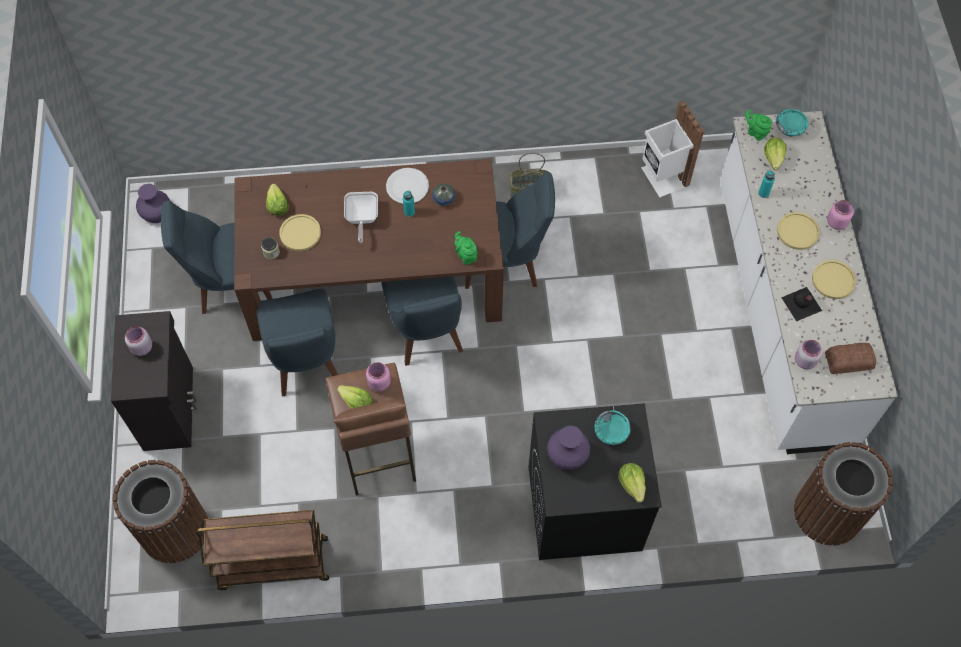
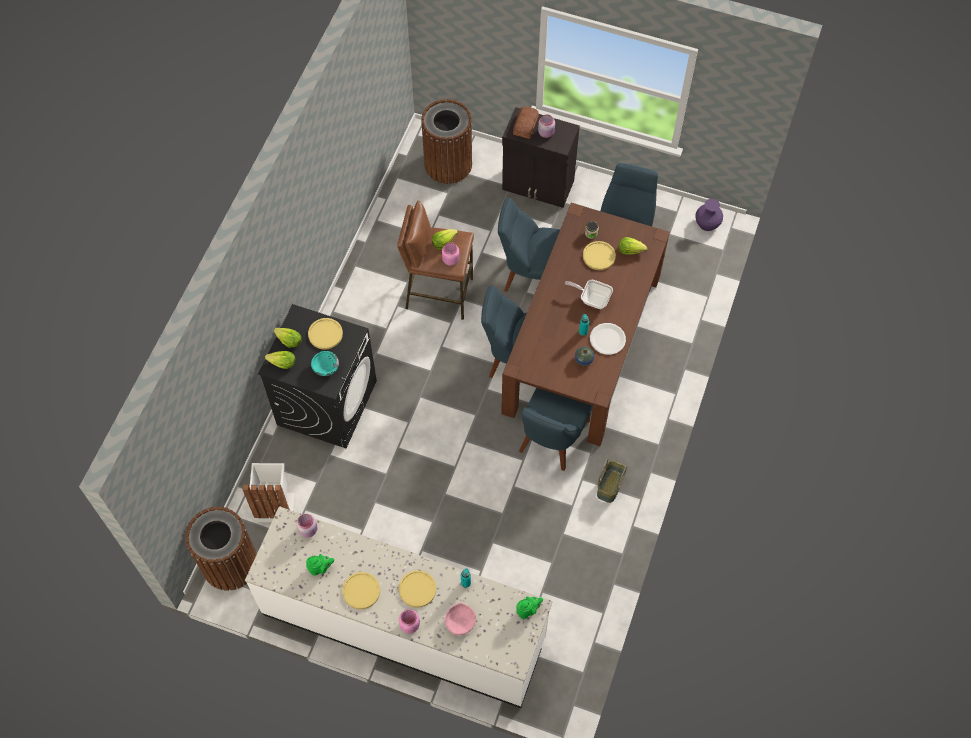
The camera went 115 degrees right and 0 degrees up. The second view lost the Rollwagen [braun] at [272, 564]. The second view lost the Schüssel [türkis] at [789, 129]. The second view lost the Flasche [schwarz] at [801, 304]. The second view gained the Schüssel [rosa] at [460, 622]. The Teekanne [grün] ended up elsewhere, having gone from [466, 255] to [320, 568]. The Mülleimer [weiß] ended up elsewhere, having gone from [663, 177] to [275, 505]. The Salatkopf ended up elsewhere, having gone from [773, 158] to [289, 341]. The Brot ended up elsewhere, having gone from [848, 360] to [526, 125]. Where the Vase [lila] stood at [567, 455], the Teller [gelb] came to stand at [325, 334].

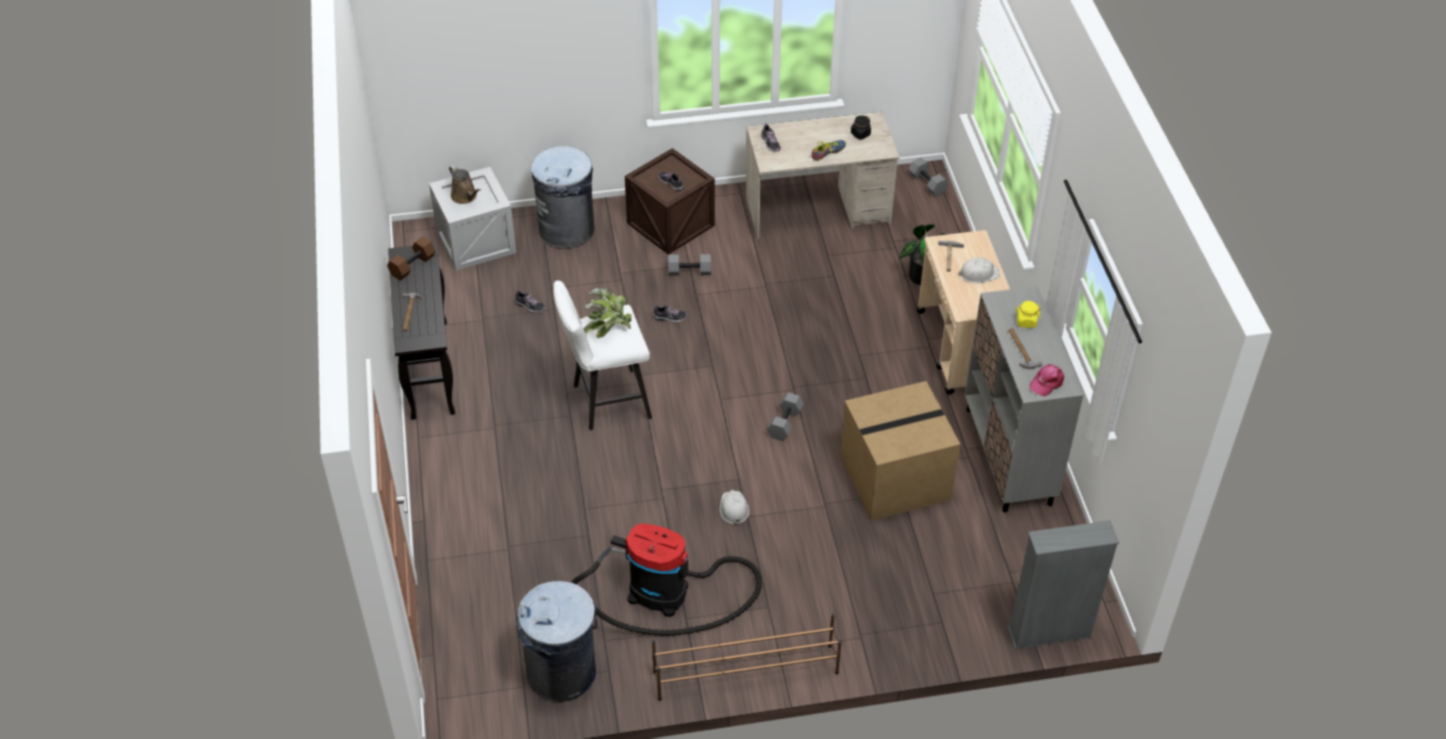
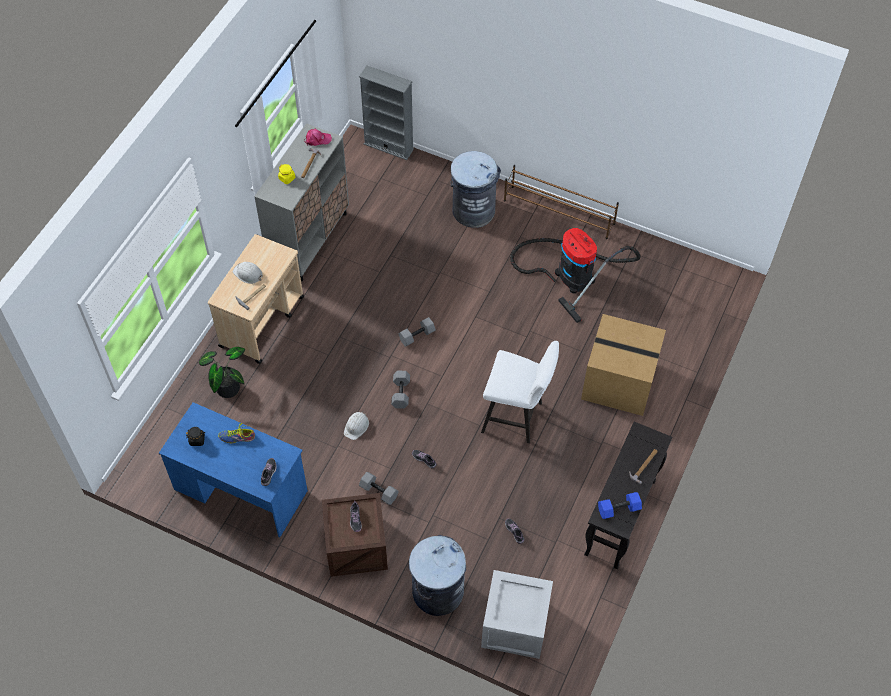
The camera went 145 degrees left and 10 degrees up. The second view lost the Gießkanne [braun] at [465, 197]. The second view lost the Topfpflanze at [607, 328]. The Mülleimer [grau] ended up elsewhere, having gone from [562, 673] to [473, 210]. The Schutzhelm [weiß] ended up elsewhere, having gone from [733, 508] to [356, 426]. The Karton ended up elsewhere, having gone from [896, 476] to [617, 382]. The Hantel [grau] ended up elsewhere, having gone from [928, 183] to [400, 393]. What was the Hantel [braun] at [412, 265] turned into the Hantel [blau] at [618, 510]. What was the Schreibtisch [beige] at [818, 211] turned into the Schreibtisch [blau] at [241, 490].

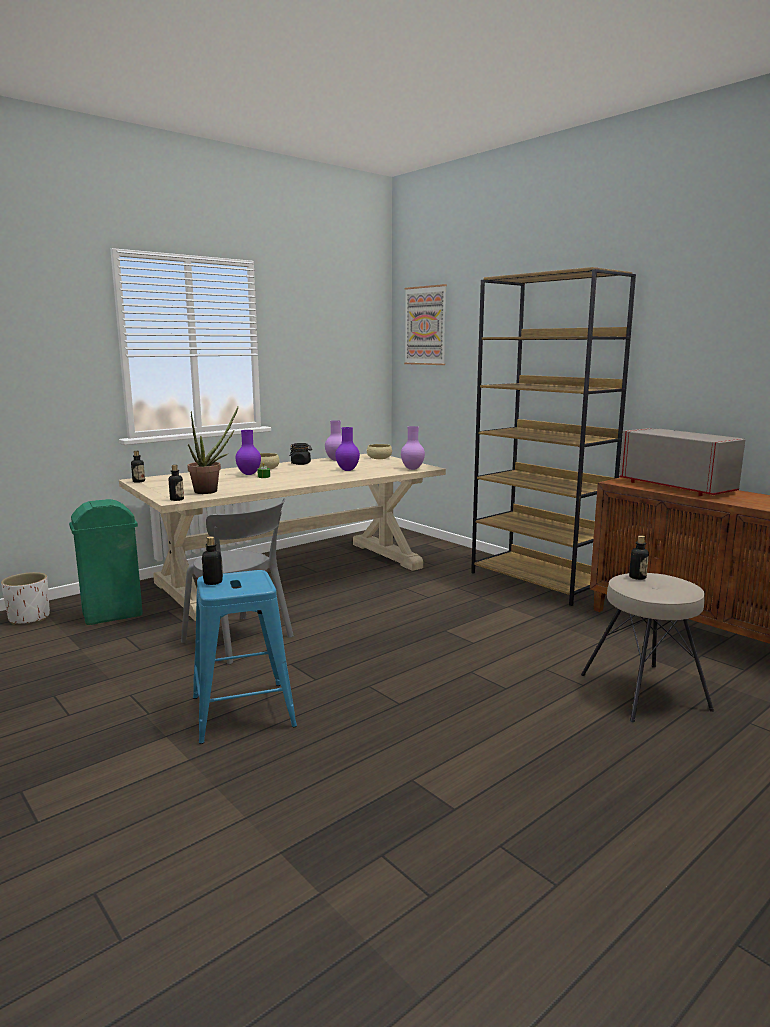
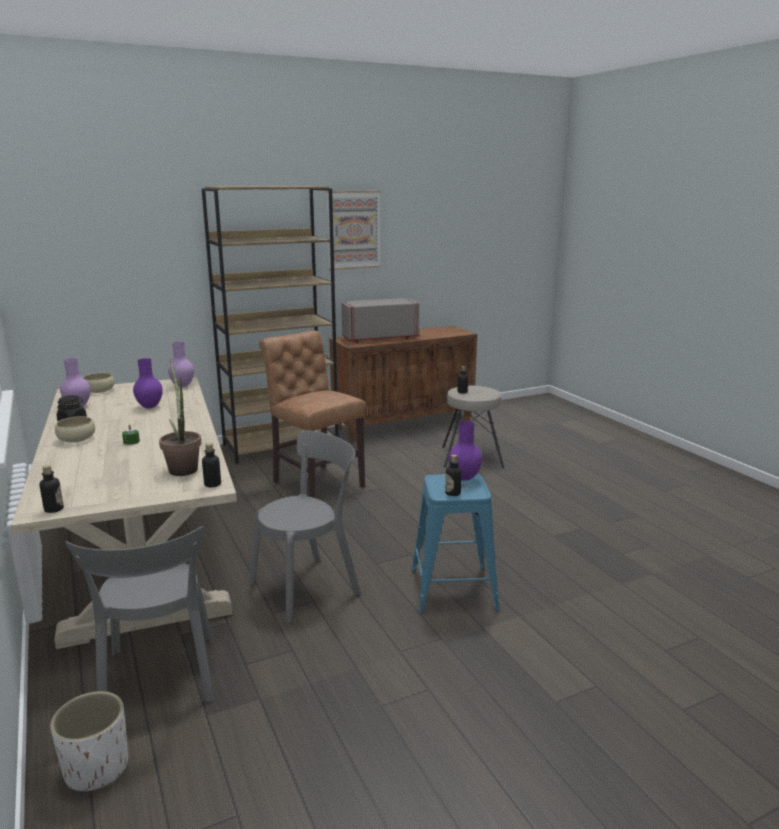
The camera went 75 degrees left and 5 degrees up. The second view gained the Stuhl [braun] at [315, 483]. The Vase [lila] ended up elsewhere, having gone from [249, 474] to [464, 478]. The Bild ended up elsewhere, having gone from [425, 325] to [353, 230]. Where the Mülleimer [grün] stood at [112, 615], the Stuhl [grau] came to stand at [159, 680].

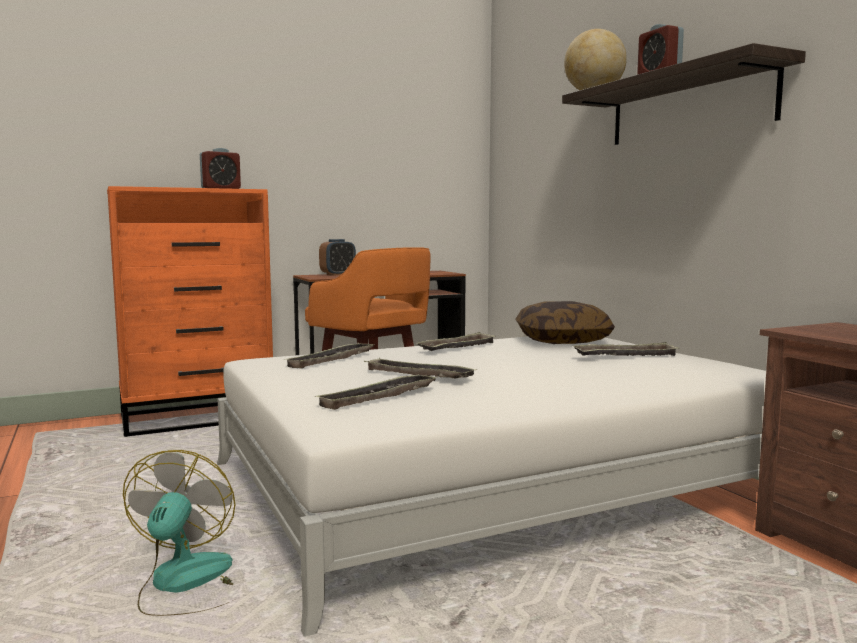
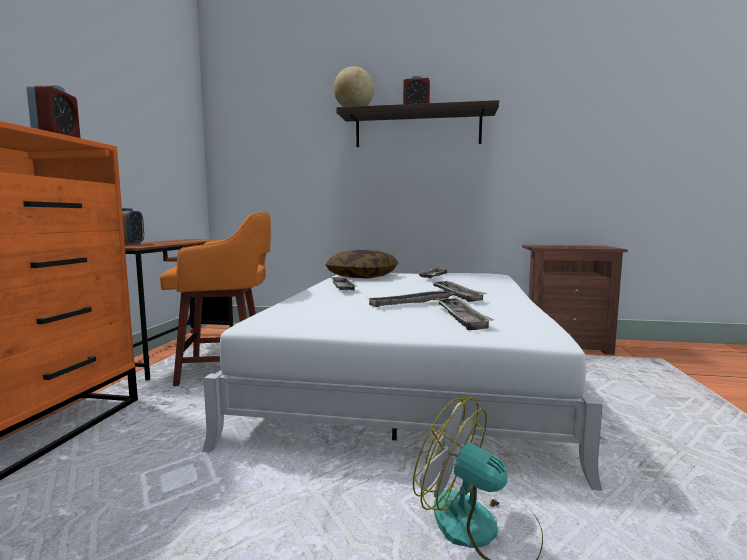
The camera went 55 degrees left and 0 degrees up. The Tablett ended up elsewhere, having gone from [331, 360] to [456, 294].

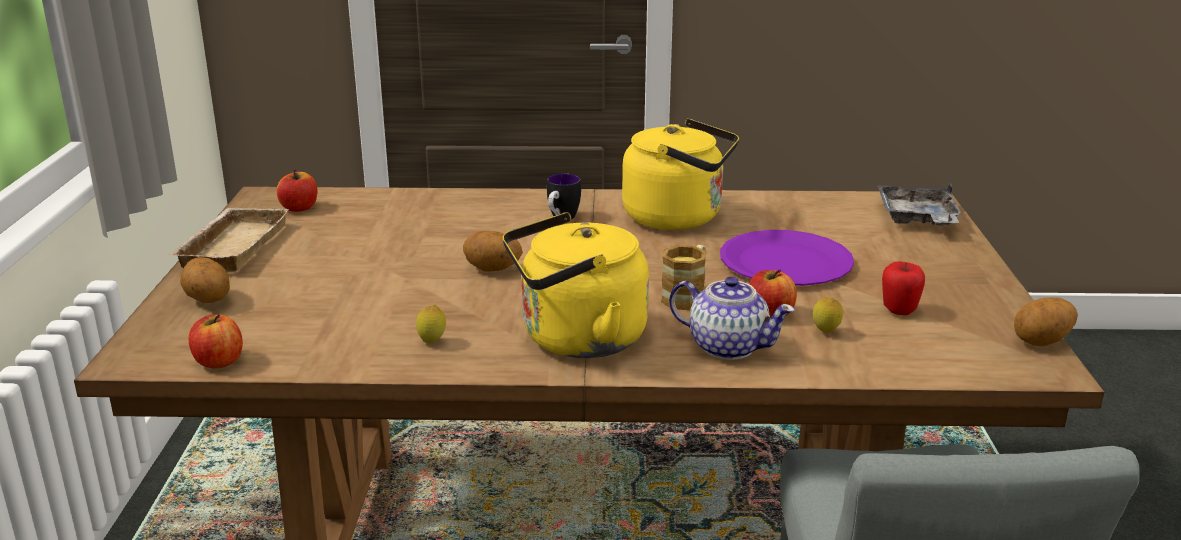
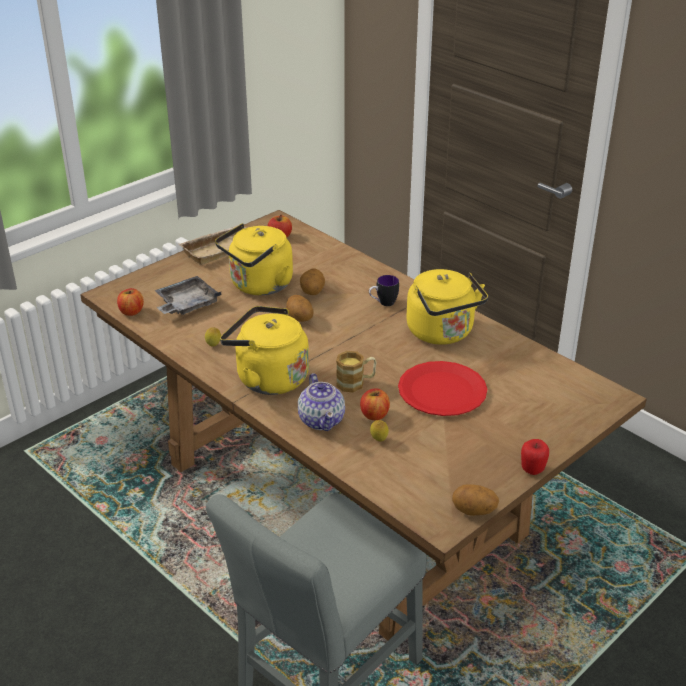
The camera went 45 degrees right and 10 degrees up. The second view gained the Wasserkessel [gelb] at [258, 286]. The Kartoffel ended up elsewhere, having gone from [207, 300] to [312, 292]. The Tablett [grau] ended up elsewhere, having gone from [917, 219] to [186, 304]. The Apfel ended up elsewhere, having gone from [899, 311] to [532, 470]. What was the Teller [lila] at [785, 262] turned into the Teller [rot] at [442, 391].

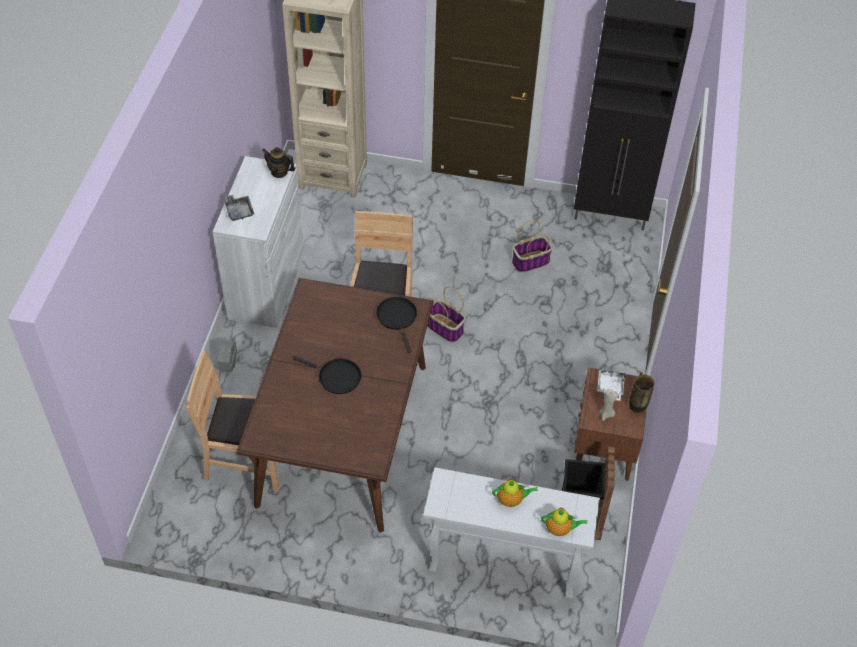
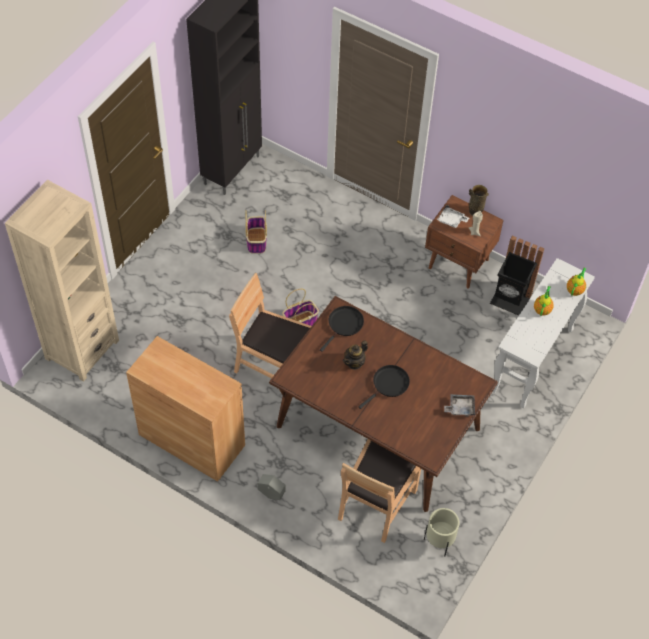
The camera went 70 degrees left and 5 degrees up. The second view gained the Pflanzkübel [beige] at [439, 542]. The Tablett [grau] ended up elsewhere, having gone from [239, 211] to [460, 408]. The Teekanne ended up elsewhere, having gone from [279, 172] to [354, 363]. What was the Schrank [weiß] at [266, 285] turned into the Schrank [braun] at [191, 440]. The Pfanne [schwarz] at [397, 318] ended up facing another way, 120 degrees clockwise from before.

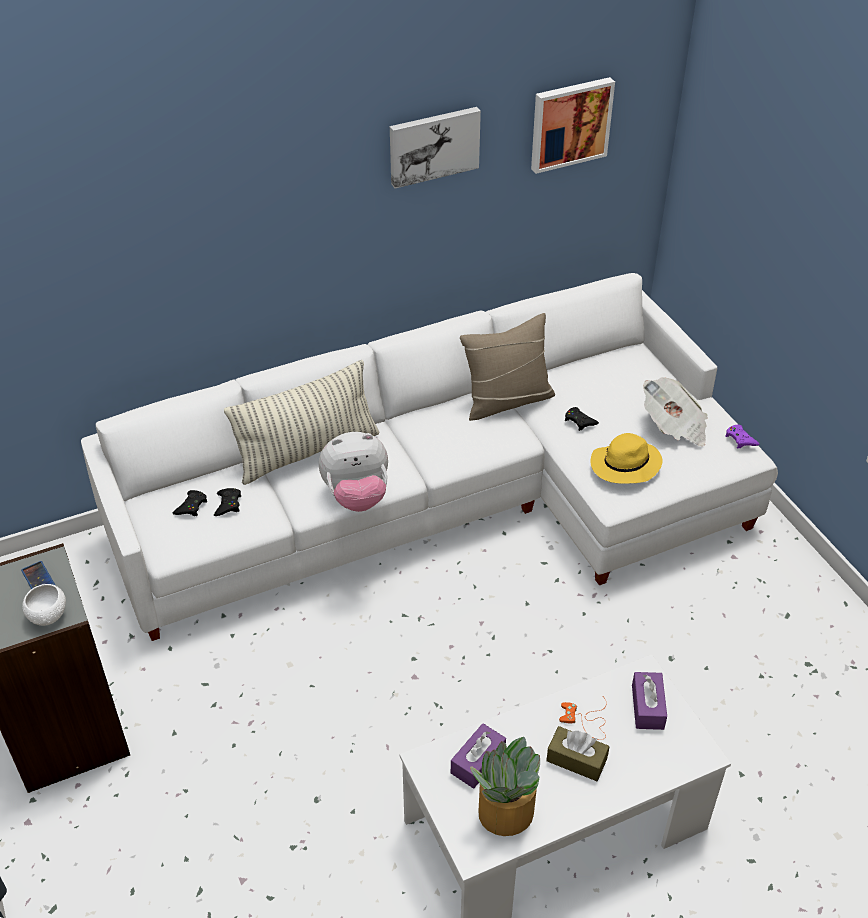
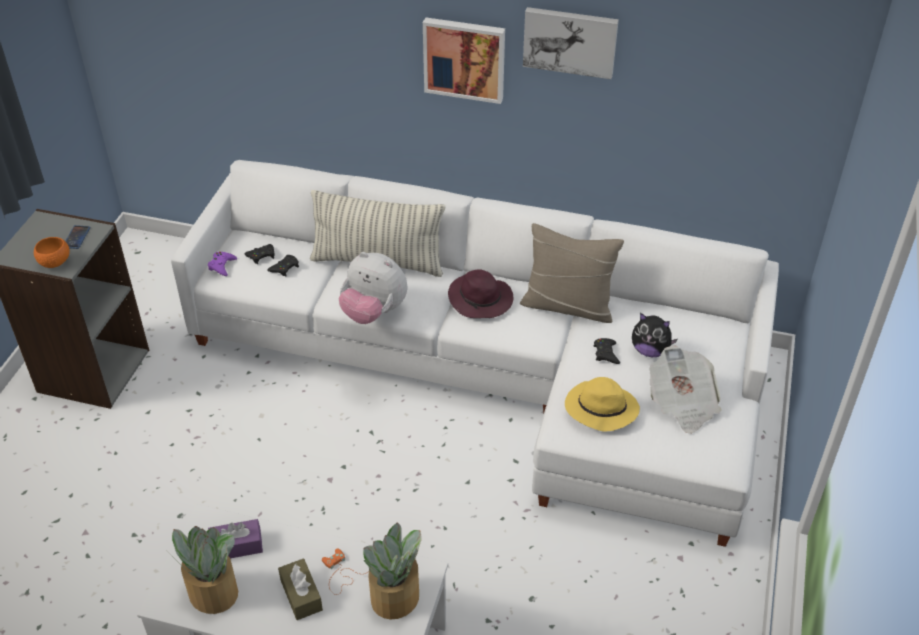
The camera went 40 degrees right and 0 degrees up. The second view gained the Hut [lila] at [481, 300]. The second view gained the Plüschtier at [650, 351]. The Bild ended up elsewhere, having gone from [569, 123] to [464, 58]. The Gamepad [lila] ended up elsewhere, having gone from [740, 439] to [222, 266]. Where the Taschentuchbox [lila] stood at [647, 707], the Topfpflanze came to stand at [396, 597]. What was the Schüssel [weiß] at [48, 616] turned into the Schüssel [orange] at [55, 262].

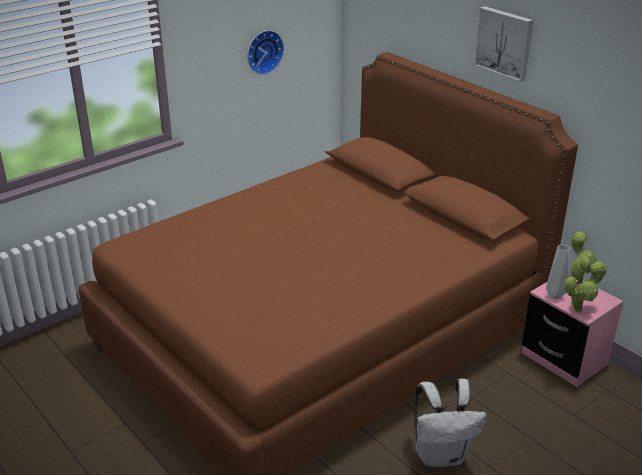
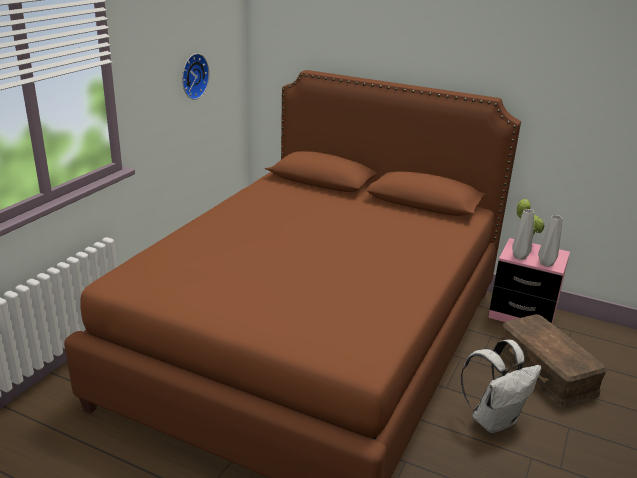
The camera went 25 degrees left and 5 degrees down. The second view lost the Bild at [504, 42]. The second view gained the Aufbewahrungsbox [braun] at [547, 371]. Where the Topfpflanze stood at [580, 309], the Vase [grau] came to stand at [547, 264].

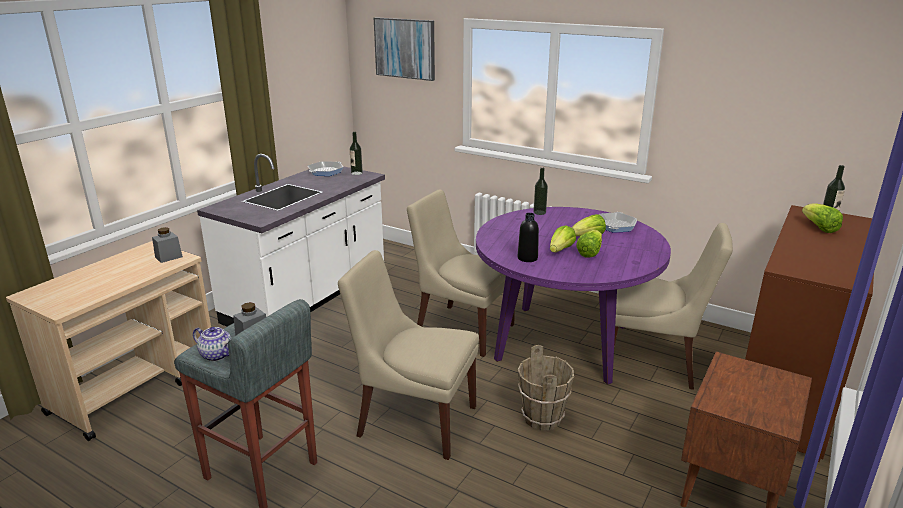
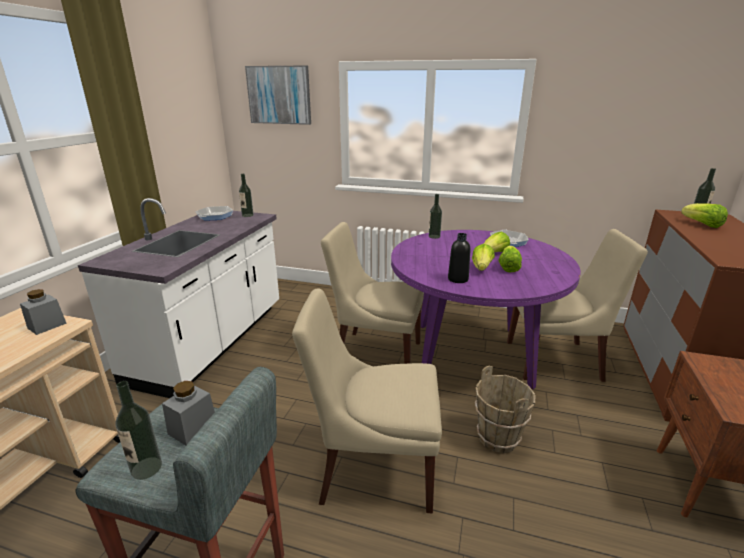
The camera went 15 degrees left and 0 degrees up. Where the Teekanne stood at [217, 355], the Flasche came to stand at [146, 468].

